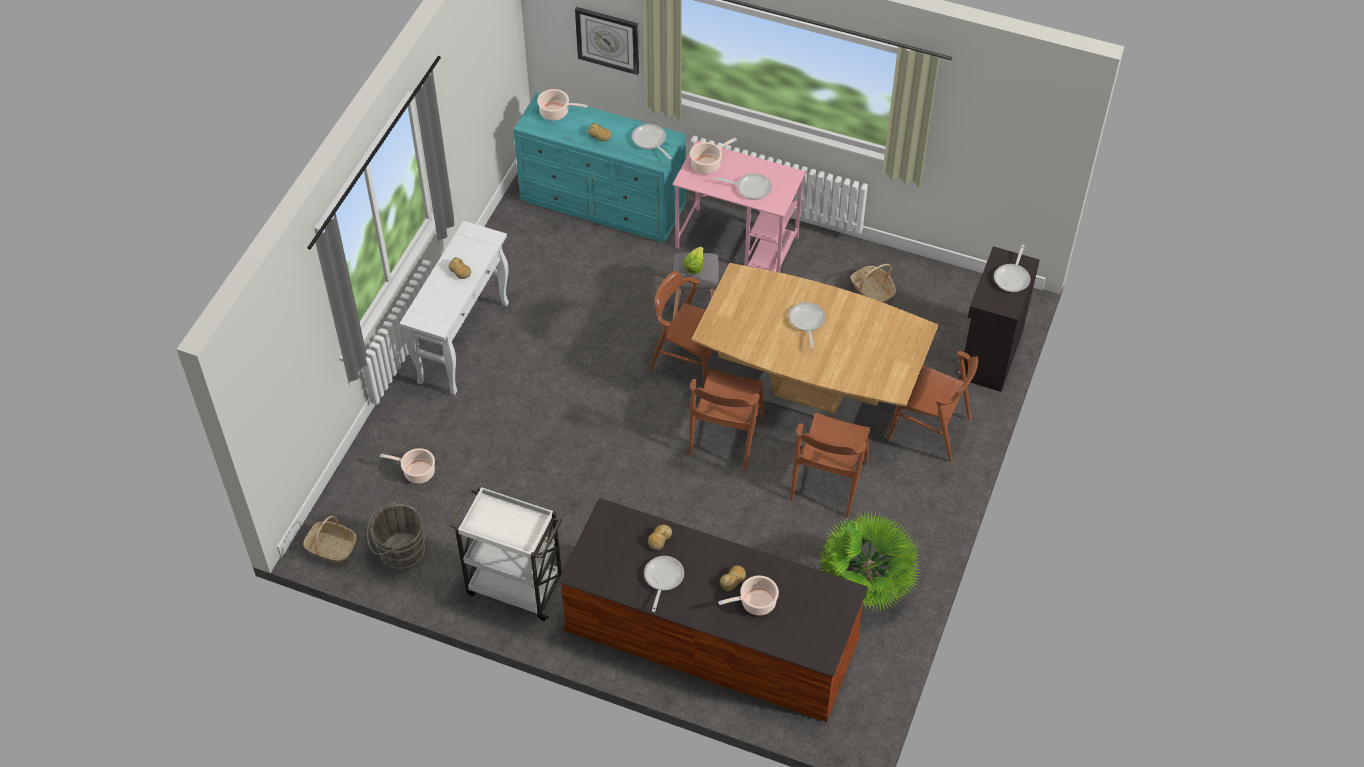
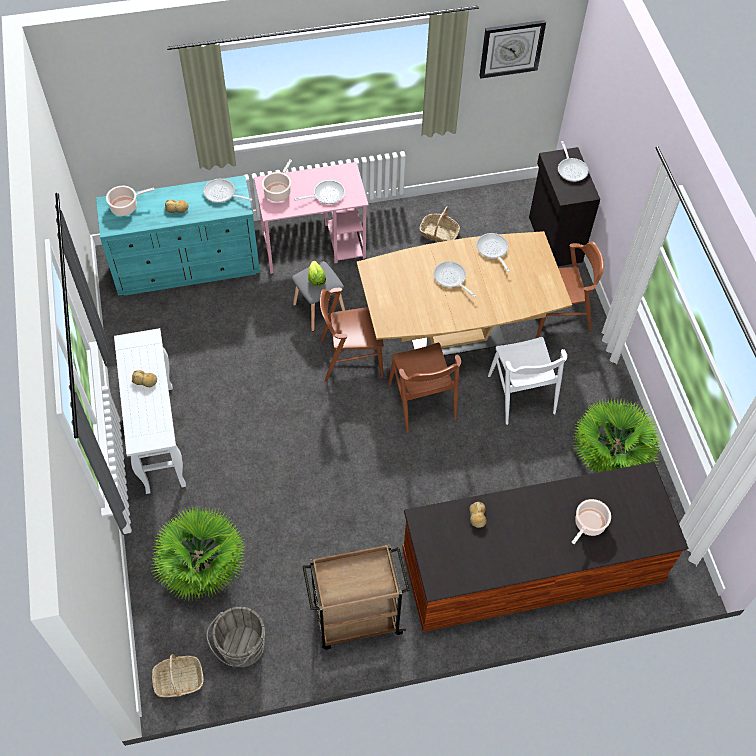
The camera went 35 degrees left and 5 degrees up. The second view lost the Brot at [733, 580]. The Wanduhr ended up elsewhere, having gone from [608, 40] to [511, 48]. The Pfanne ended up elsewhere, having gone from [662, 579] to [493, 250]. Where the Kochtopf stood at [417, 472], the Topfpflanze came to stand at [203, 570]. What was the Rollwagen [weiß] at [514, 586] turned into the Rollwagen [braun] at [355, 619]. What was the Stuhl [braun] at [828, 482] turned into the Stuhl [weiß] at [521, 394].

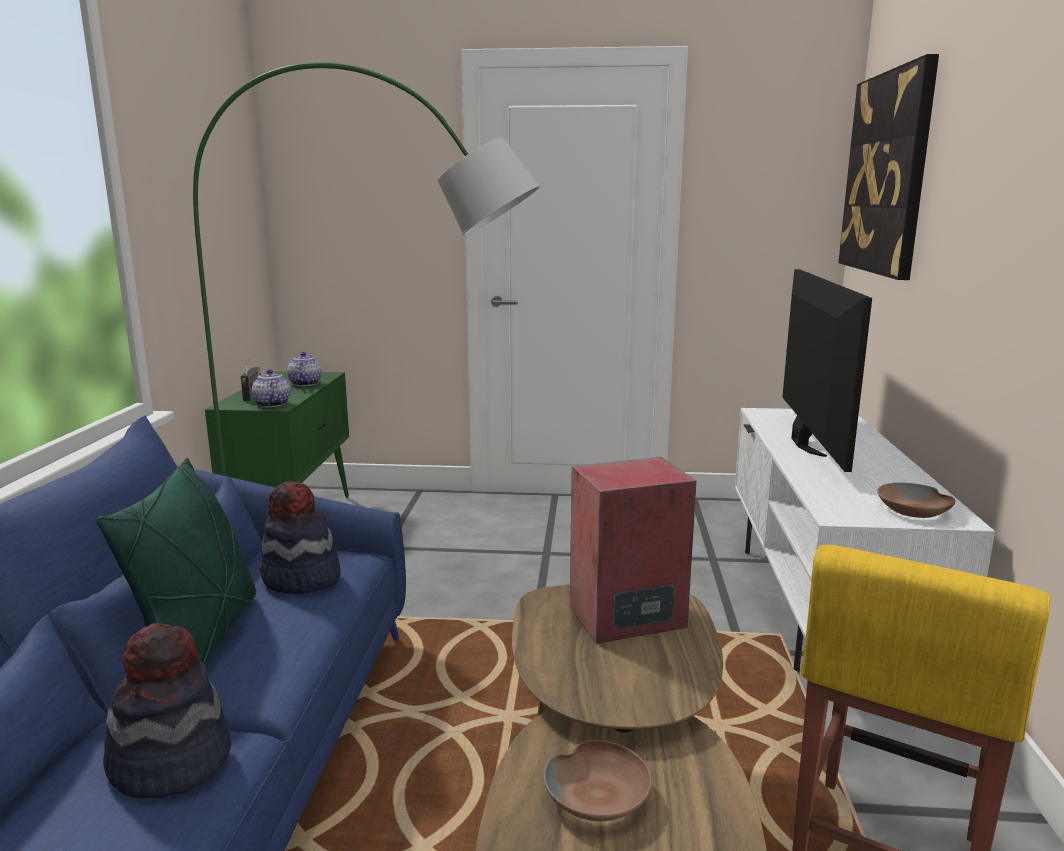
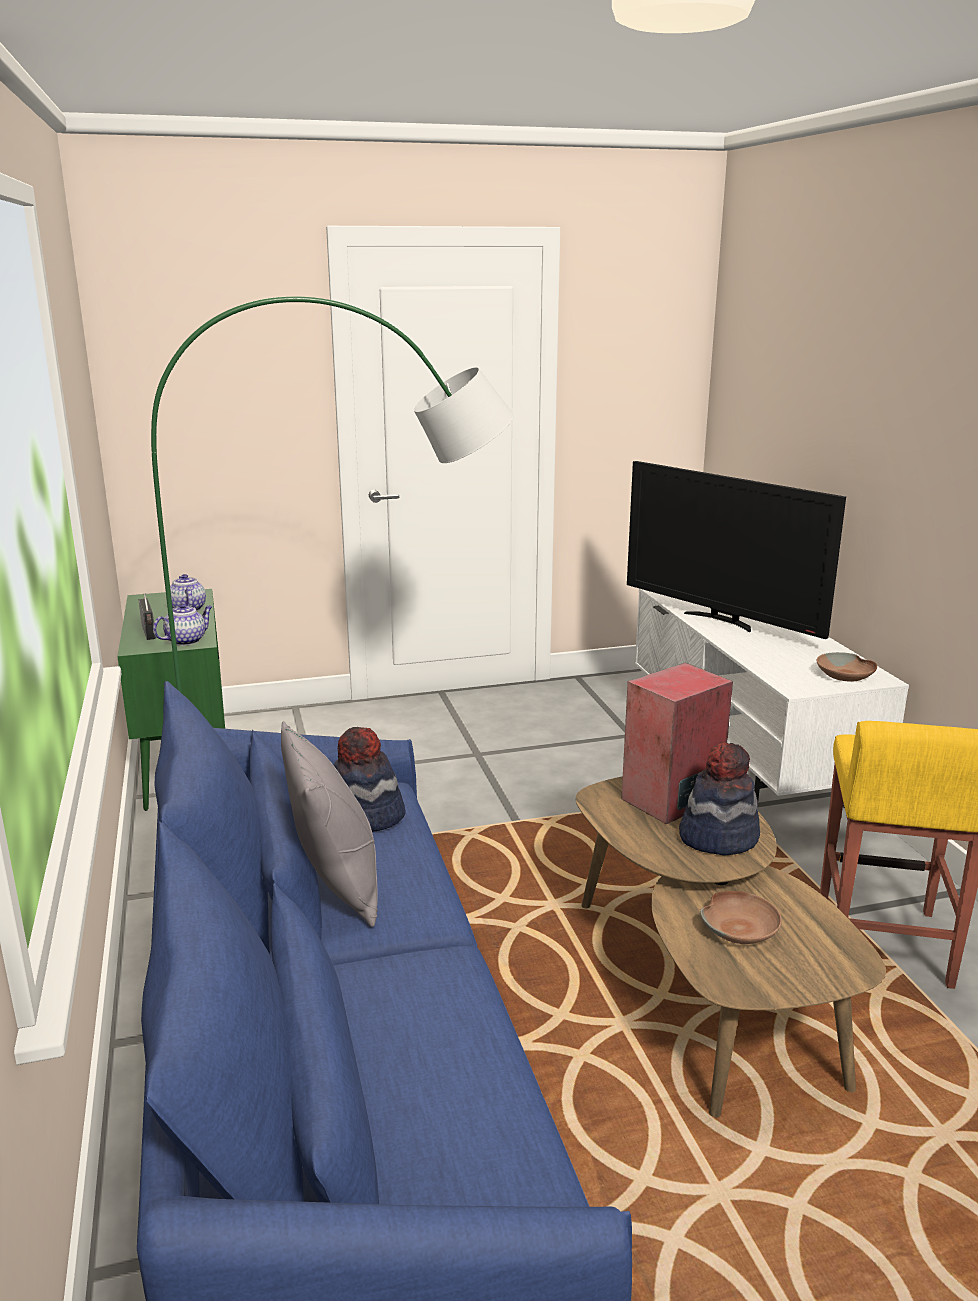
The camera went 20 degrees left and 5 degrees up. The second view lost the Bild at [887, 174]. The Hut ended up elsewhere, having gone from [171, 762] to [718, 837]. What was the Kissen [grün] at [202, 639] turned into the Kissen [grau] at [336, 885]. The Teekanne at [271, 404] ended up facing another way, 90 degrees clockwise from before. The Fernseher at [805, 443] ended up facing another way, 150 degrees clockwise from before.

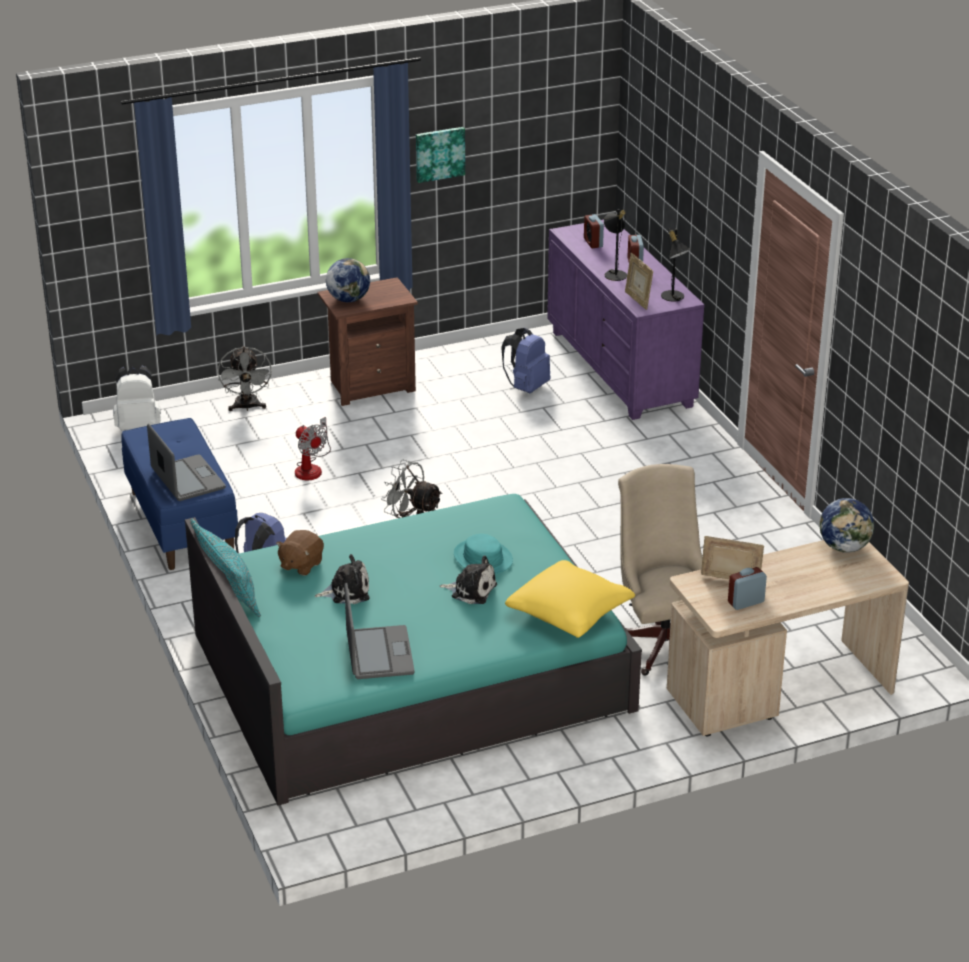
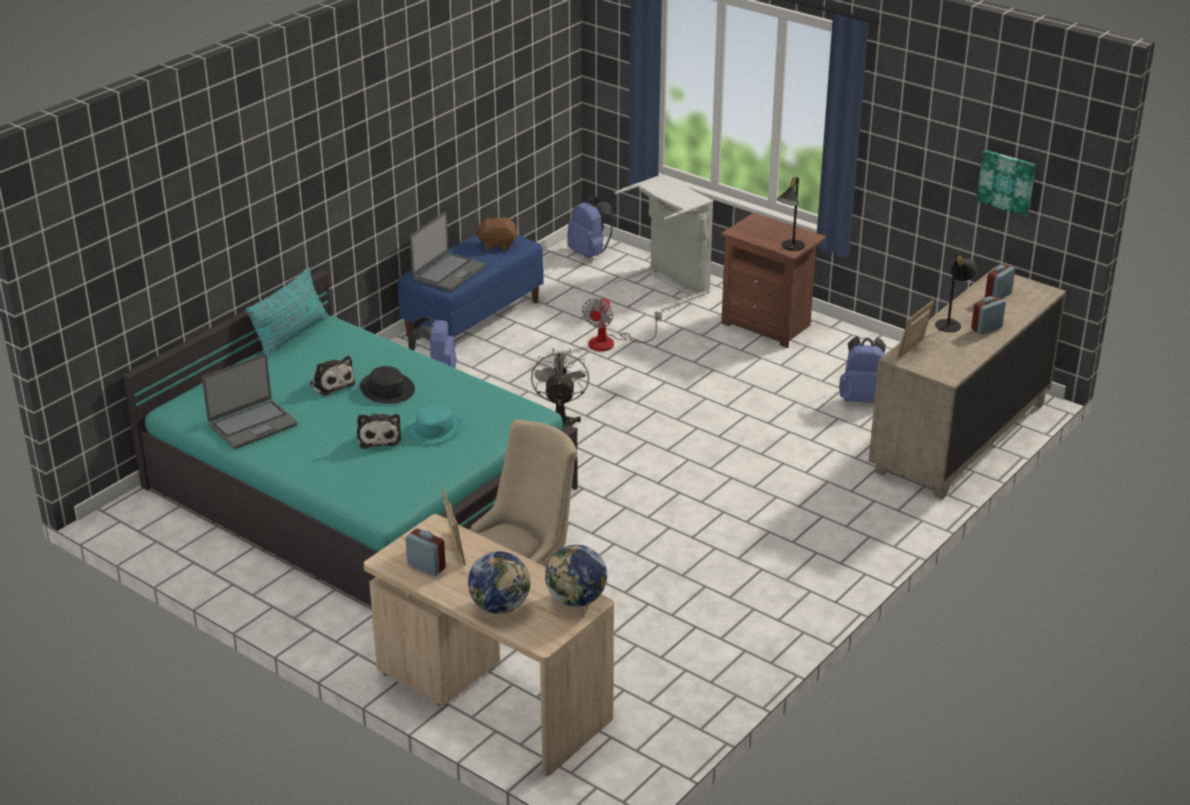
The camera went 60 degrees right and 0 degrees up. The second view lost the Kissen [gelb] at [569, 613]. The second view gained the Hut [schwarz] at [387, 389]. The Plüschtier [braun] ended up elsewhere, having gone from [301, 565] to [497, 244]. The Globus ended up elsewhere, having gone from [348, 299] to [500, 606]. The Bild ended up elsewhere, having gone from [439, 153] to [1007, 181]. The Tischlampe [schwarz] ended up elsewhere, having gone from [674, 298] to [790, 247]. Where the Ventilator [grau] stood at [247, 407], the Wäschekorb [grau] came to stand at [669, 285]. What was the Rucksack [weiß] at [138, 426] turned into the Rucksack [blau] at [590, 253]. What was the Kommode [lila] at [620, 369] turned into the Kommode [beige] at [960, 436].

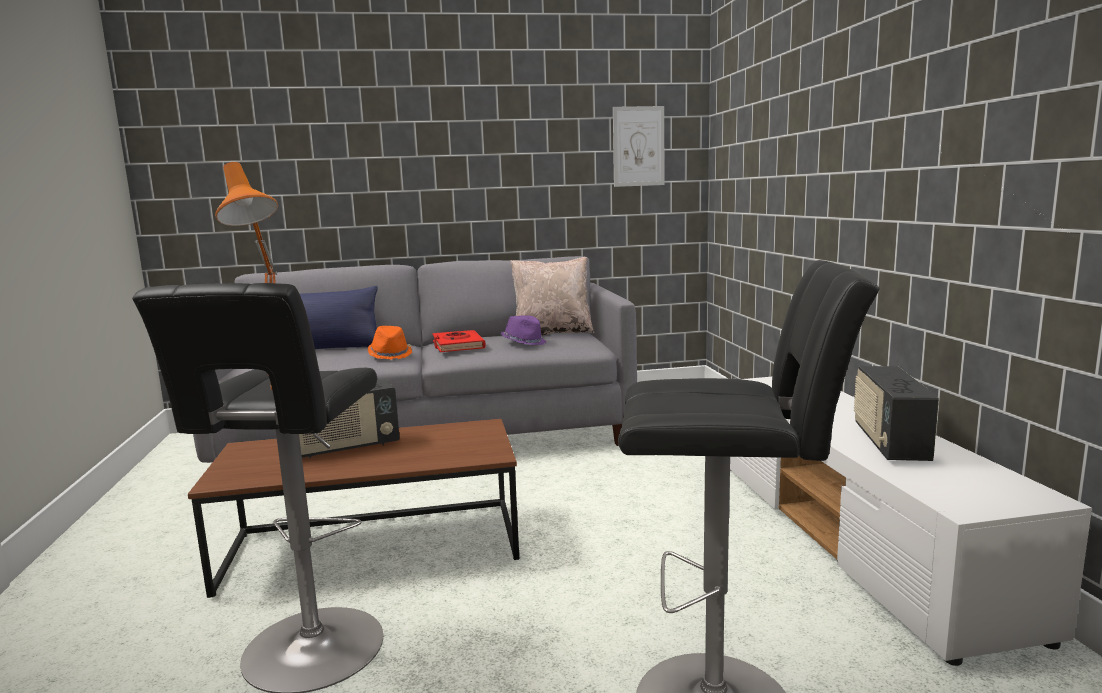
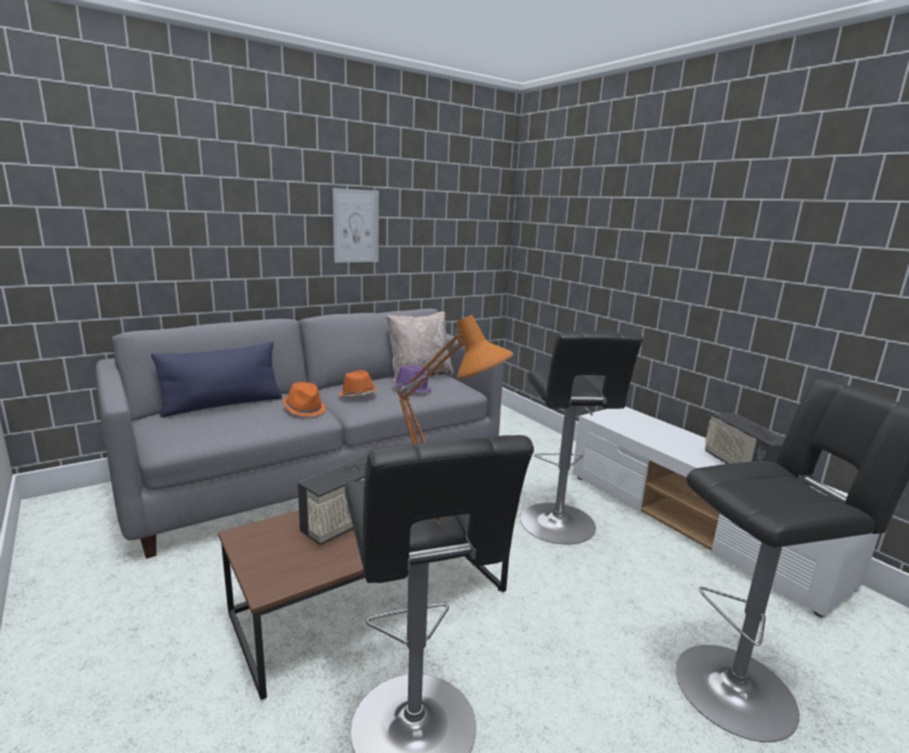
The camera went 25 degrees left and 5 degrees up. The second view gained the Hocker [schwarz] at [559, 526]. The Bild ended up elsewhere, having gone from [638, 146] to [356, 226]. Where the Buch [rot] stood at [458, 346], the Hut [orange] came to stand at [357, 395].

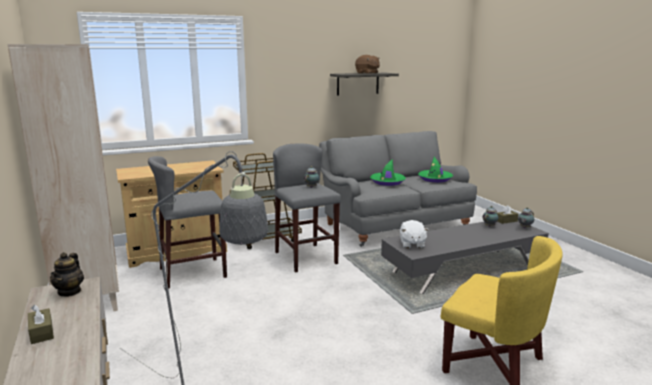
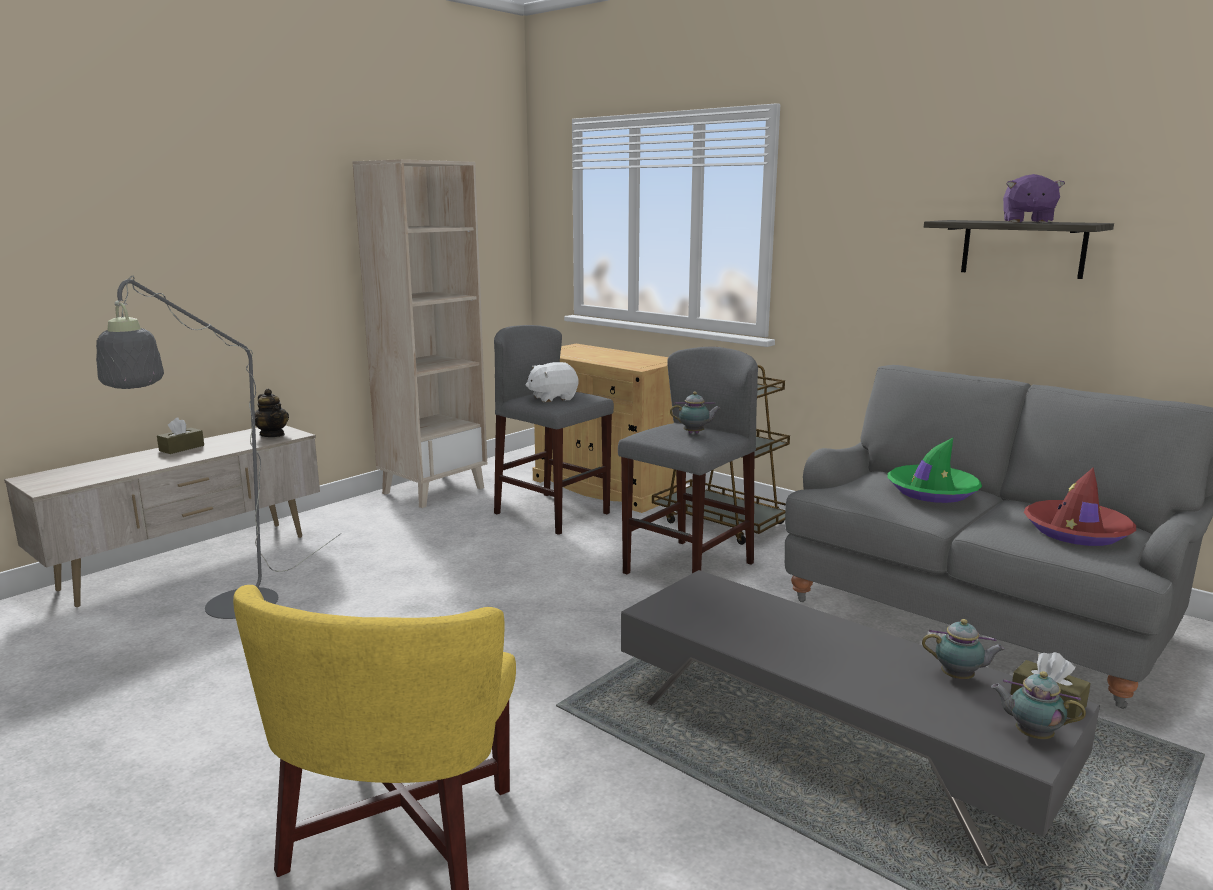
The camera went 65 degrees right and 0 degrees up. The Plüschtier [weiß] ended up elsewhere, having gone from [412, 244] to [552, 398]. What was the Plüschtier [braun] at [367, 73] turned into the Plüschtier [lila] at [1026, 221]. What was the Hut [grün] at [435, 179] turned into the Hut [rot] at [1076, 532]. The Teekanne at [70, 291] ended up facing another way, 105 degrees counterclockwise from before.

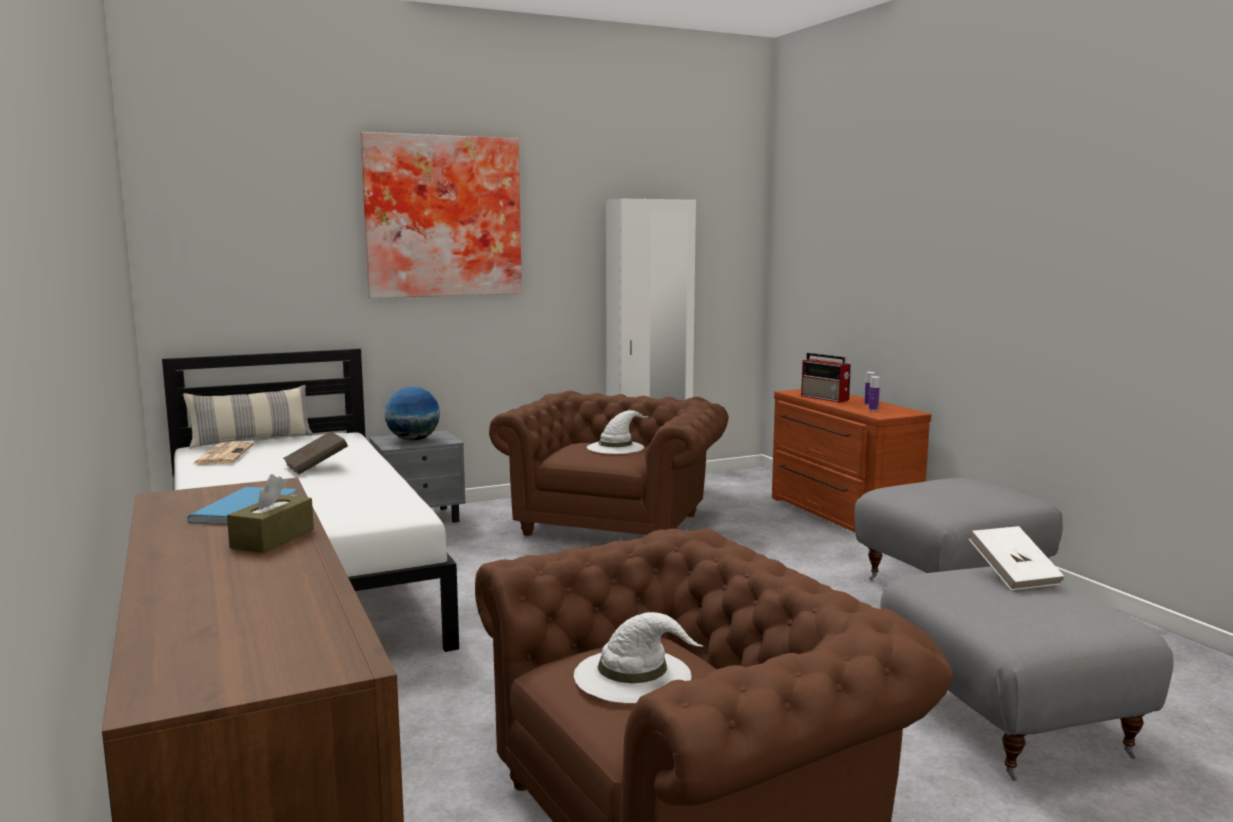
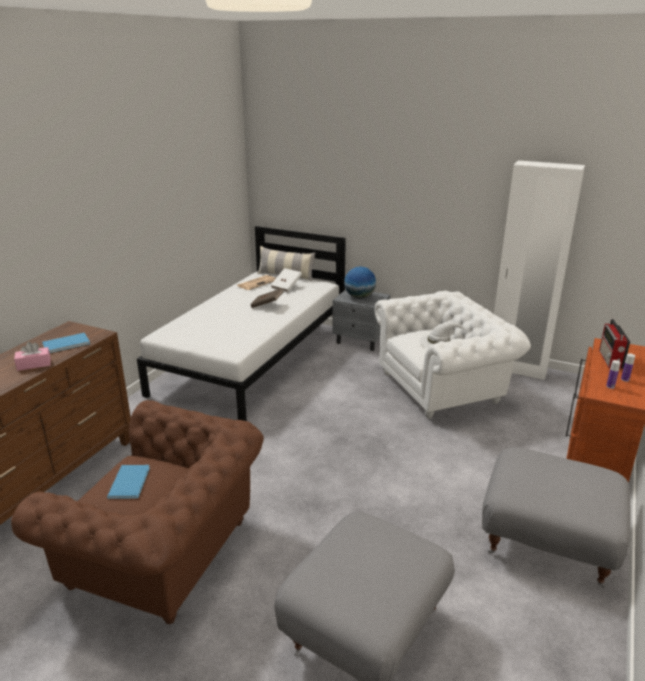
The camera went 50 degrees right and 15 degrees up. The second view lost the Bild at [442, 216]. The Buch [weiß] ended up elsewhere, having gone from [1014, 576] to [286, 287]. Where the Hut [weiß] stood at [634, 675], the Buch [blau] came to stand at [131, 481]. What was the Taschentuchbox [braun] at [272, 538] turned into the Taschentuchbox [rosa] at [34, 364]. What was the Sessel [braun] at [614, 522] turned into the Sessel [weiß] at [443, 387].

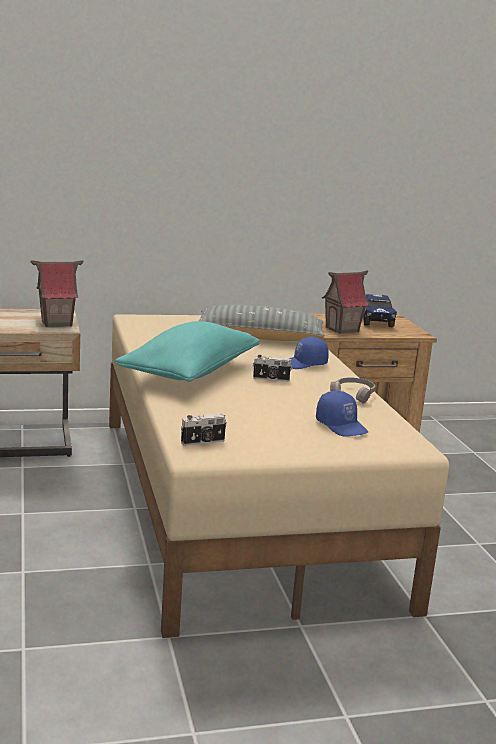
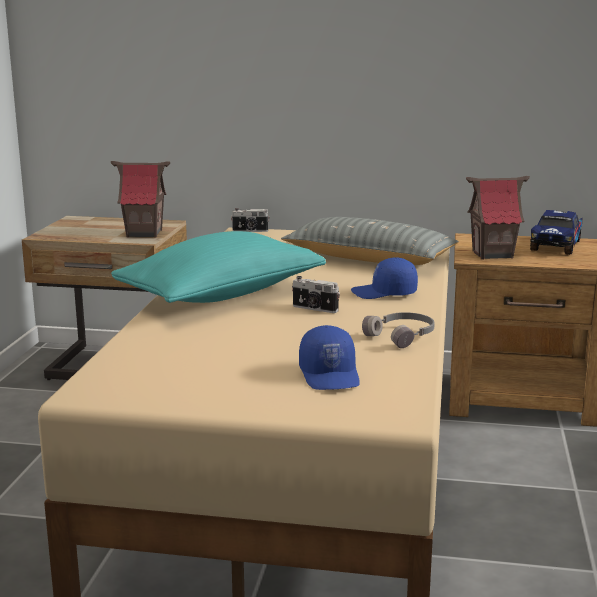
The camera went 25 degrees right and 0 degrees up. The Kamera ended up elsewhere, having gone from [203, 442] to [250, 231].

